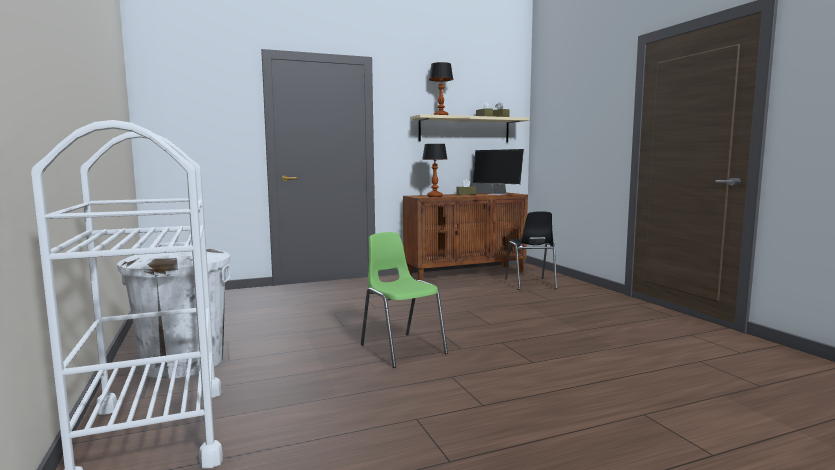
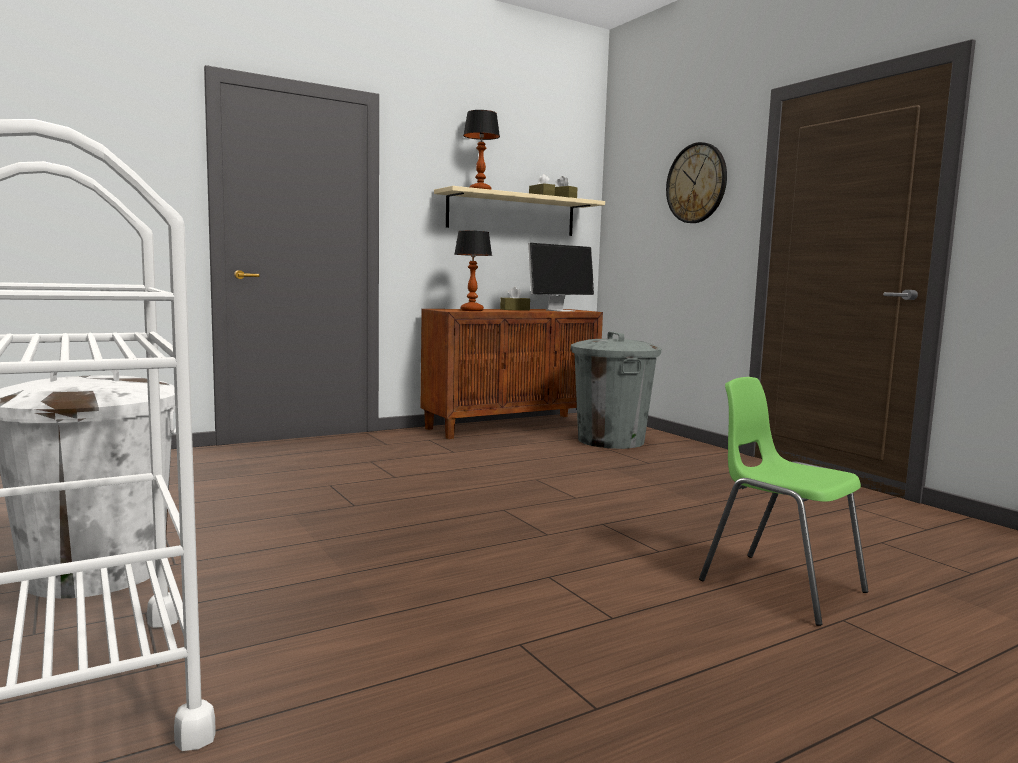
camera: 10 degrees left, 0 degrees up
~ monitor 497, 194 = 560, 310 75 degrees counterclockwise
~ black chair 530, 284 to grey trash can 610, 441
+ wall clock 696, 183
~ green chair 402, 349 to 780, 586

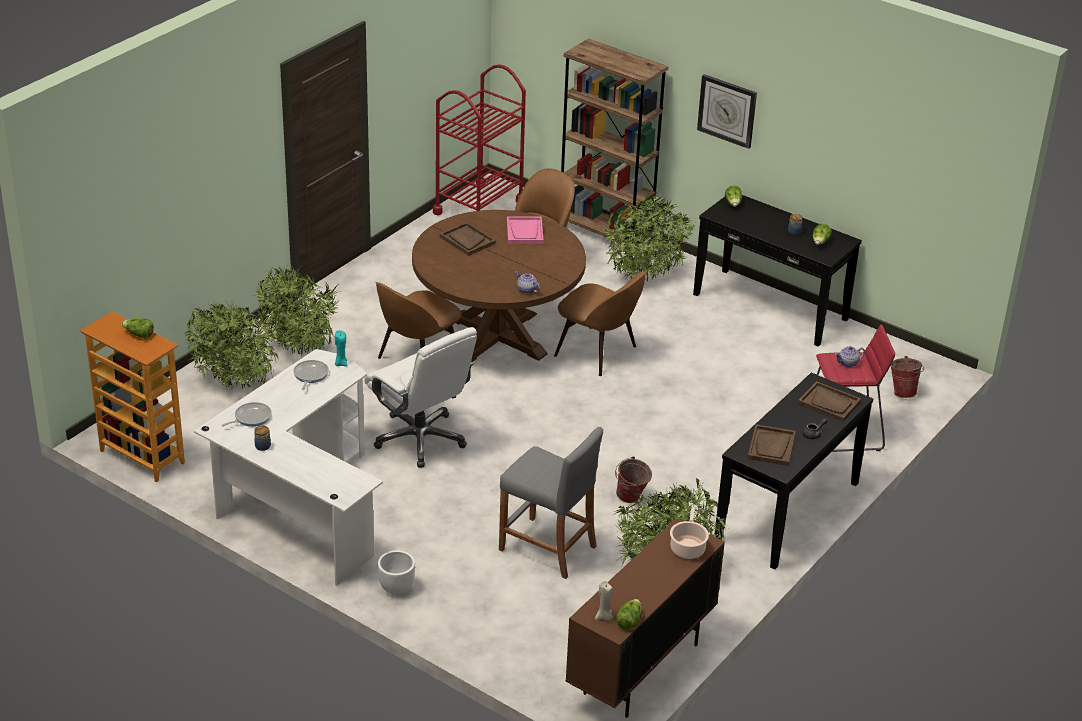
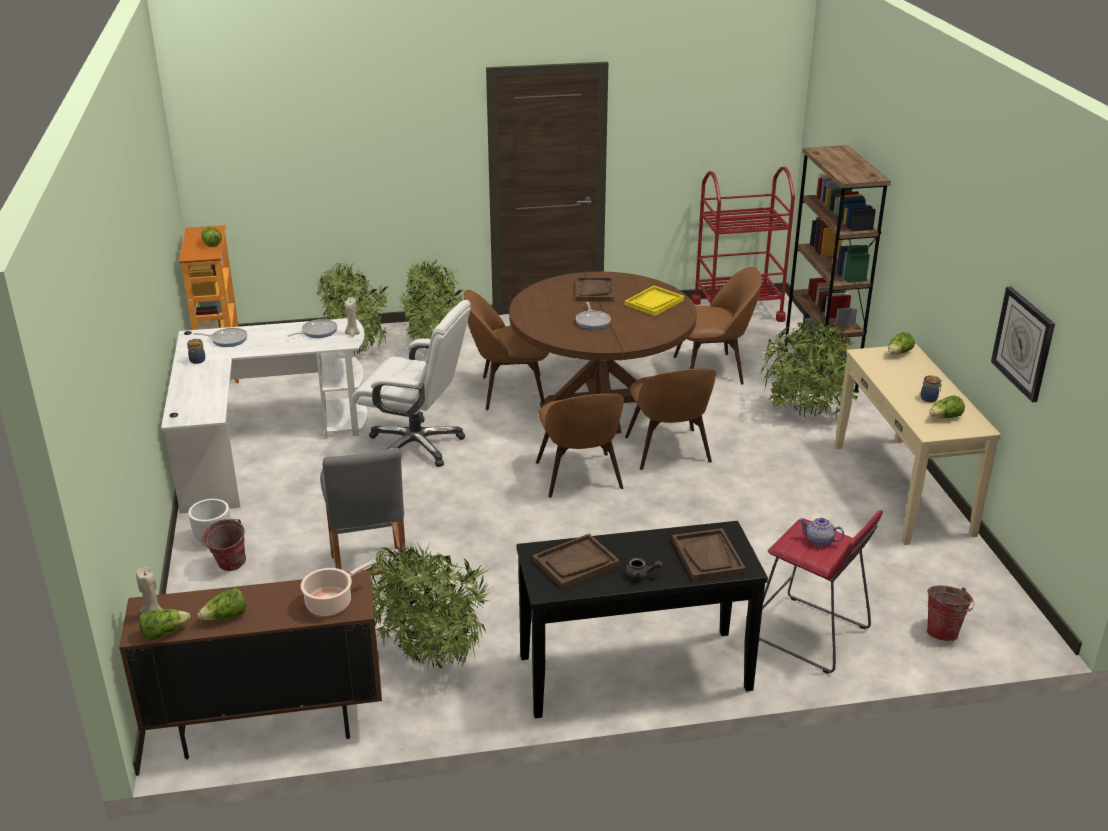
camera: 45 degrees right, 5 degrees down
+ lettuce 225, 617
~ bucket 631, 499 to 228, 567
~ turquoise candle 340, 363 to beige candle 352, 333
~ white office chair 421, 439 = 417, 445 75 degrees counterclockwise
+ brown chair 579, 477
+ frying pan 593, 321
~ pink tray 525, 232 to yellow tray 654, 302
~ black console table 770, 306 to beige console table 902, 489
~ wall clock 727, 110 to 1023, 343
- teapot 526, 290

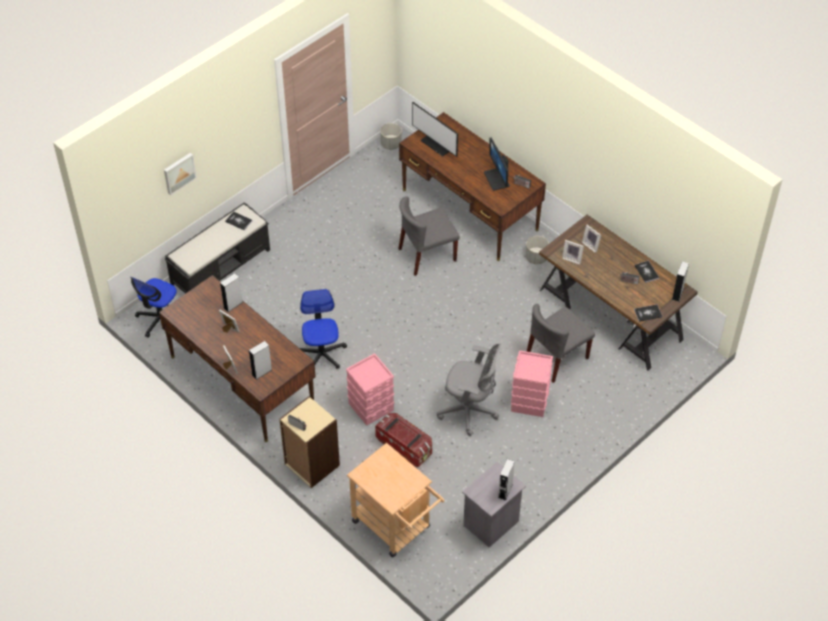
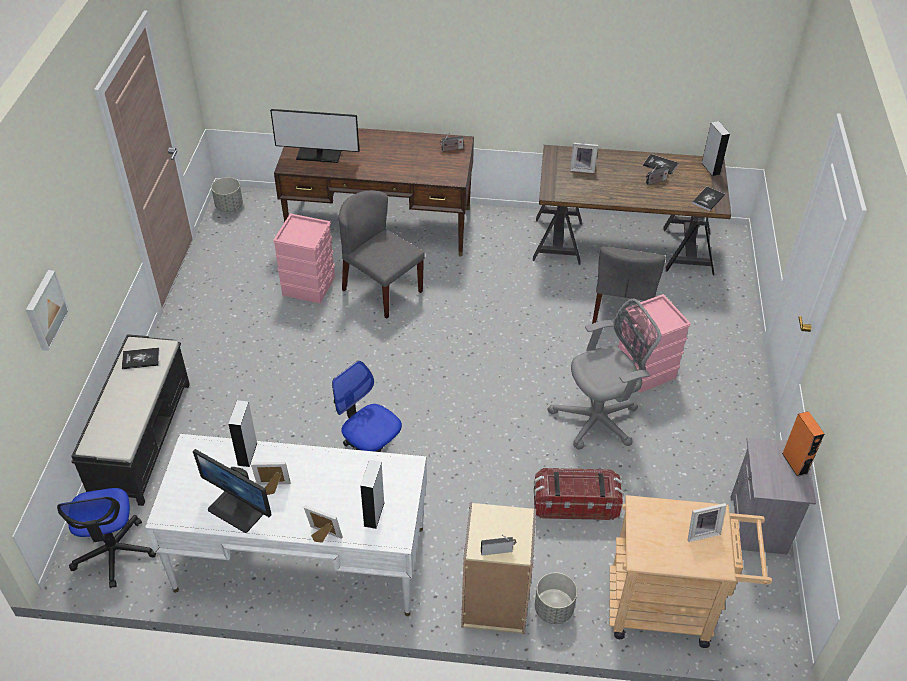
camera: 40 degrees left, 5 degrees down
~ brown desk 242, 380 to white desk 301, 559
~ monitor 497, 179 to 238, 509
~ pink storage box 370, 406 to 308, 286
~ grey chair 427, 255 = 381, 290 105 degrees clockwise
~ grey planter 536, 258 to 554, 609
~ picture frame 572, 258 to 701, 532
~ grey speaker 505, 491 to orange speaker 794, 463

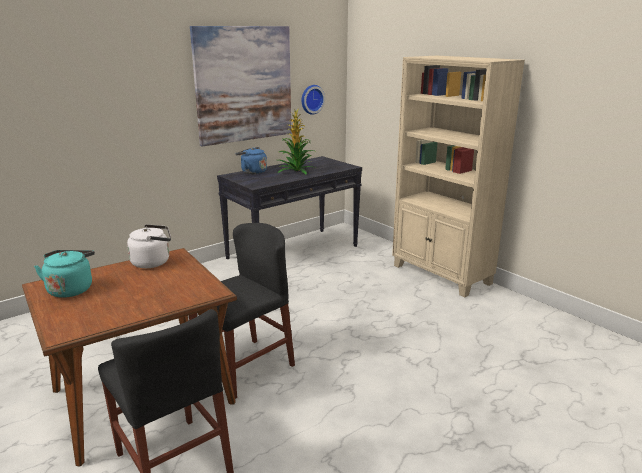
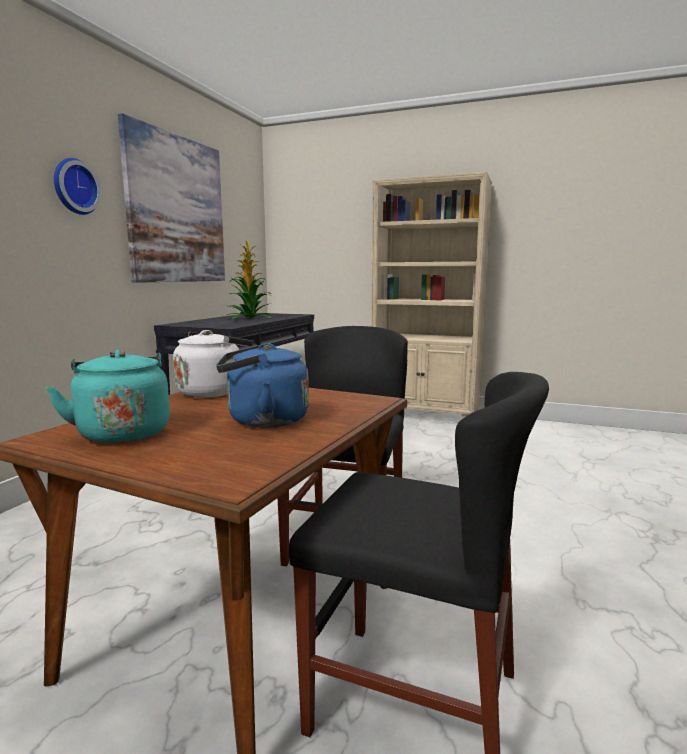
camera: 30 degrees left, 10 degrees down
~ wall clock 311, 99 to 74, 187
~ blue kettle 252, 172 to 263, 421

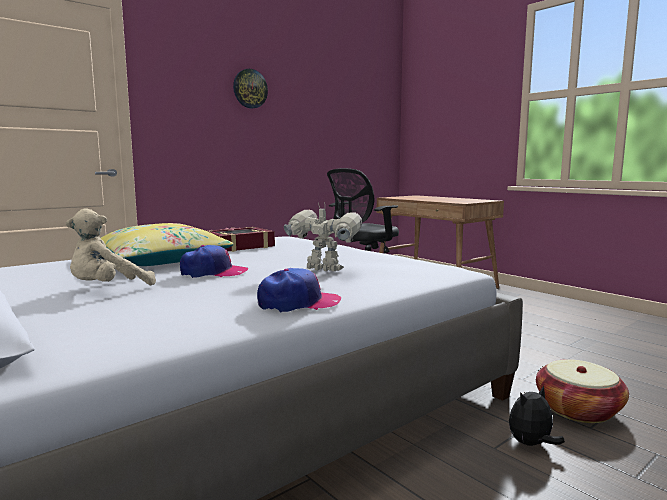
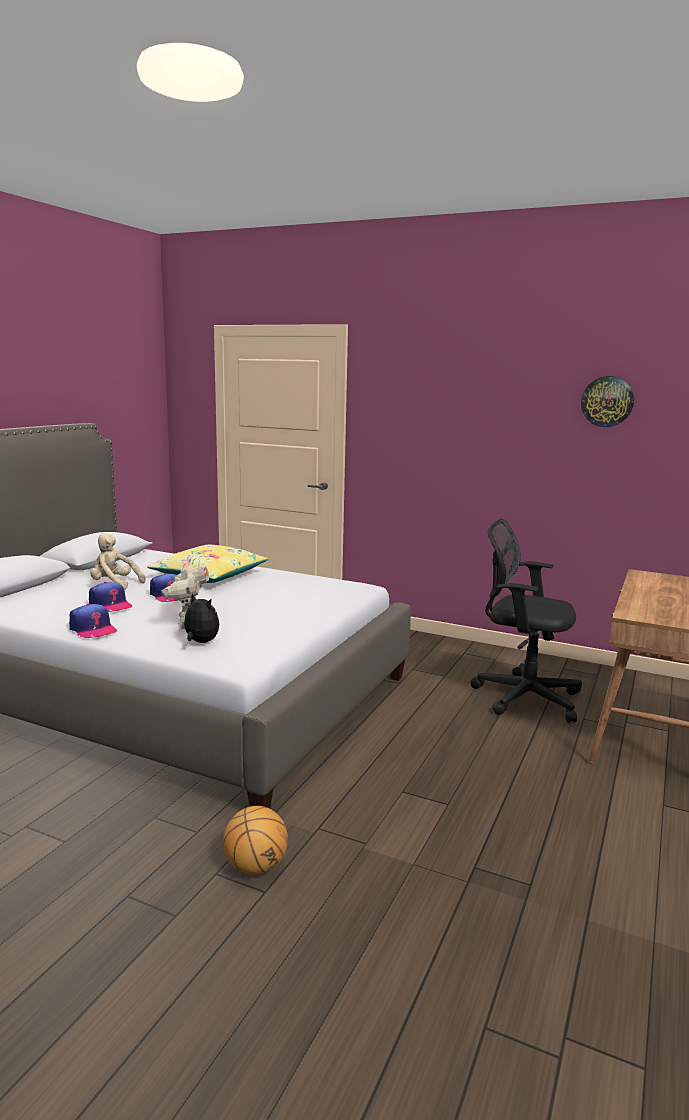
camera: 65 degrees right, 5 degrees up
+ cap 110, 605
~ plush toy 531, 444 to 200, 642
~ basket 578, 410 to basketball 255, 867
~ wall clock 250, 88 to 607, 401
- book 239, 246

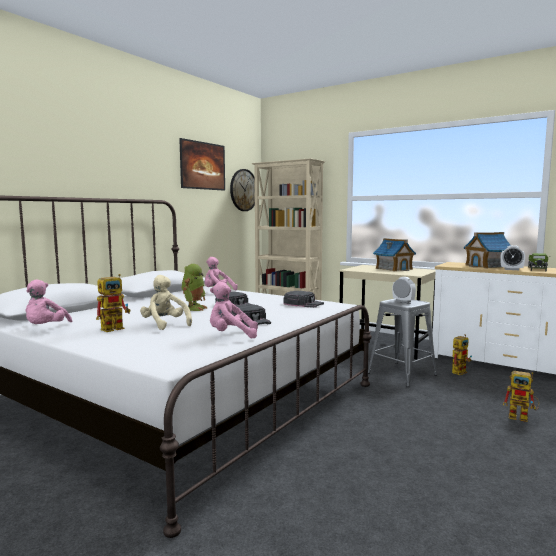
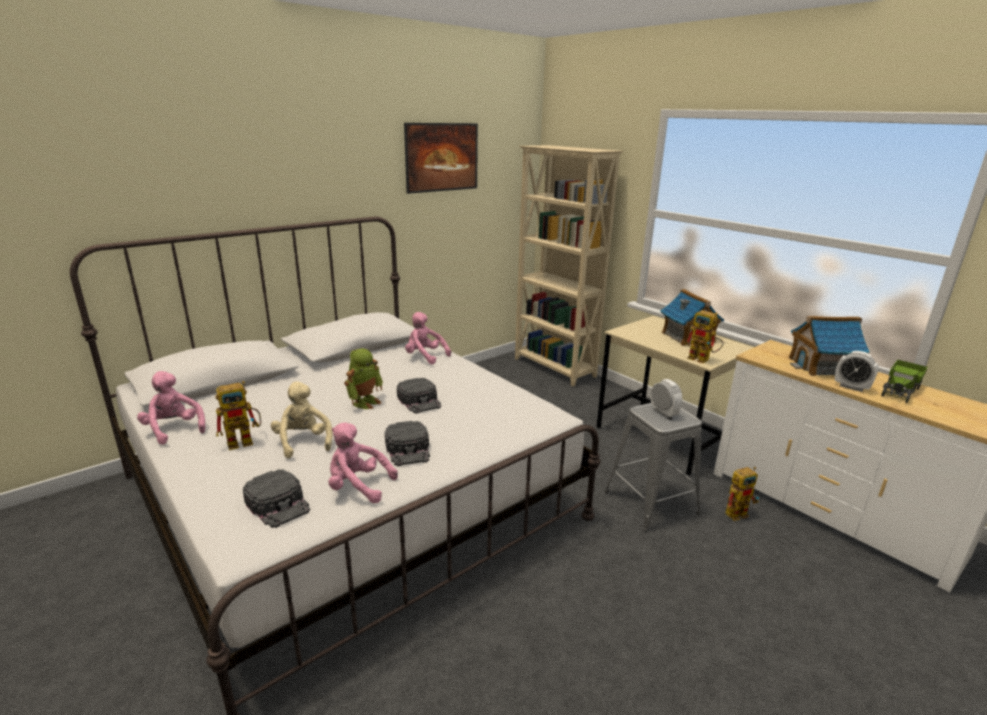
camera: 15 degrees right, 15 degrees up
~ pink plush toy 46, 328 = 174, 429 120 degrees clockwise
~ black cap 303, 304 to 278, 504
~ toy robot 522, 417 to 703, 359
- wall clock 243, 190

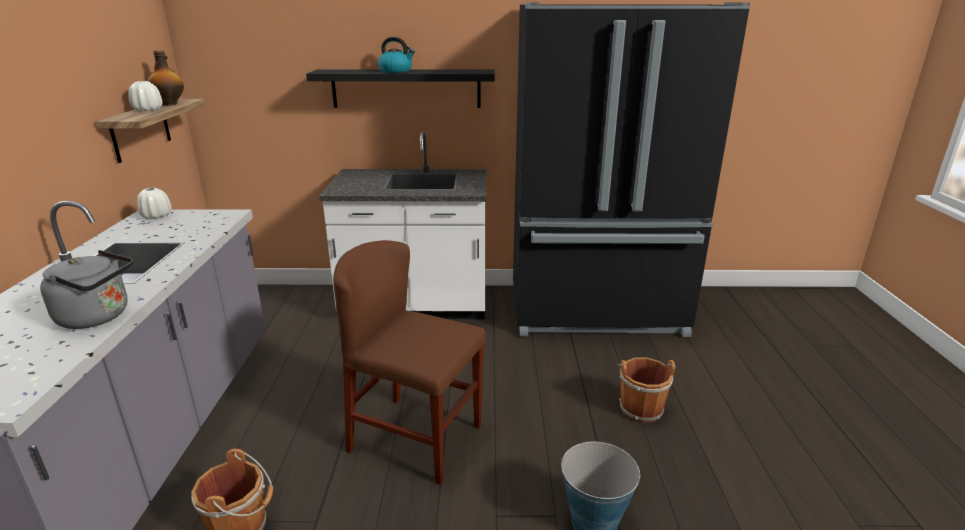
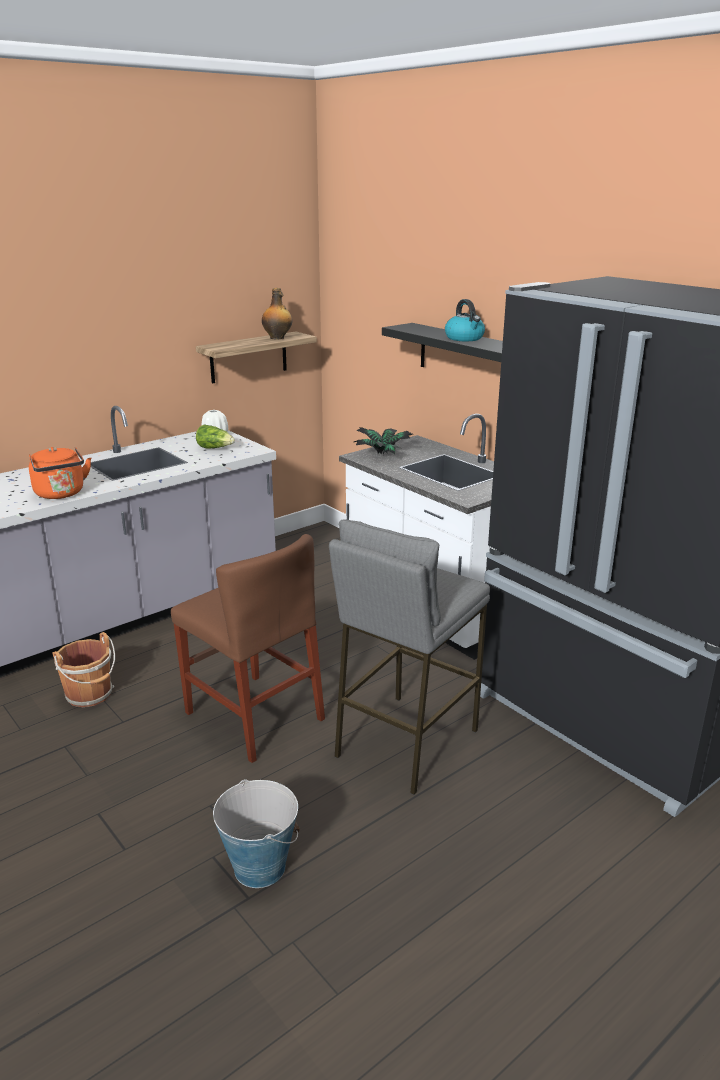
camera: 50 degrees right, 0 degrees up
~ grey kettle 98, 317 to orange kettle 61, 494
~ brown chair 416, 438 = 254, 716 150 degrees clockwise
+ lettuce 215, 448
+ grey stool 405, 742
+ potted plant 384, 454
- white vase 148, 110
- brown bucket 640, 407

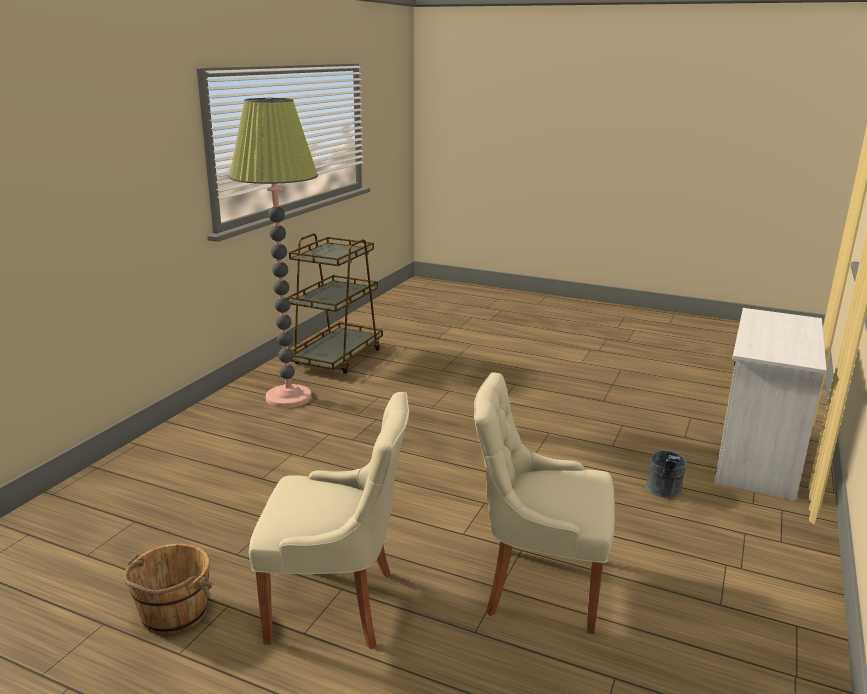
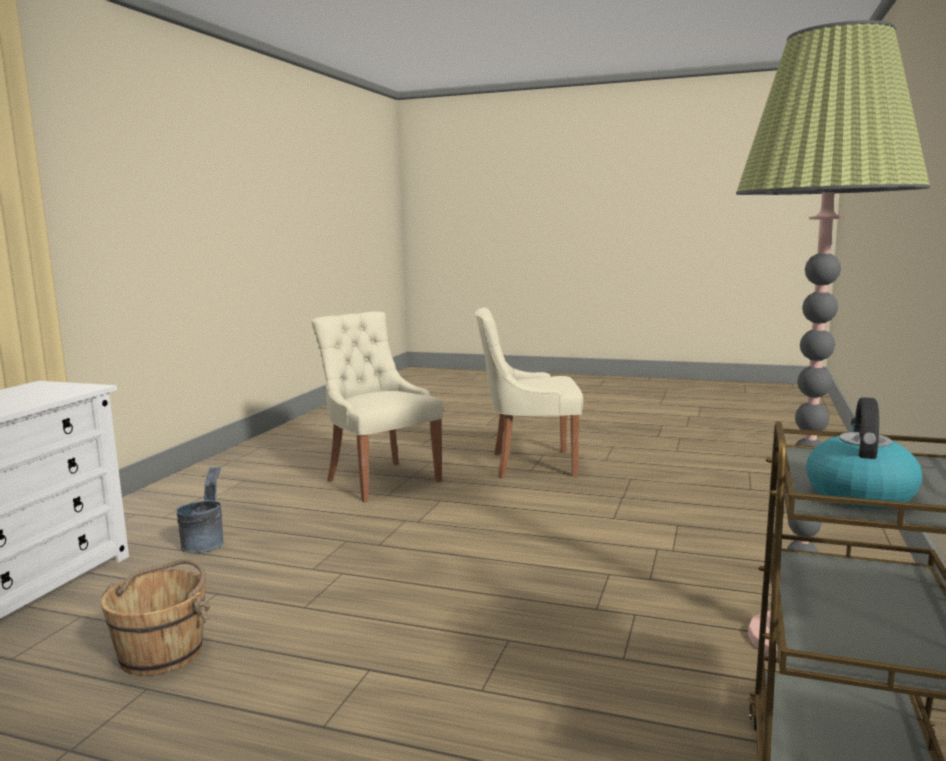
camera: 175 degrees right, 10 degrees down
~ brown bucket 173, 614 to 163, 653
~ beige chair 537, 585 = 380, 479 135 degrees counterclockwise
+ kettle 859, 493

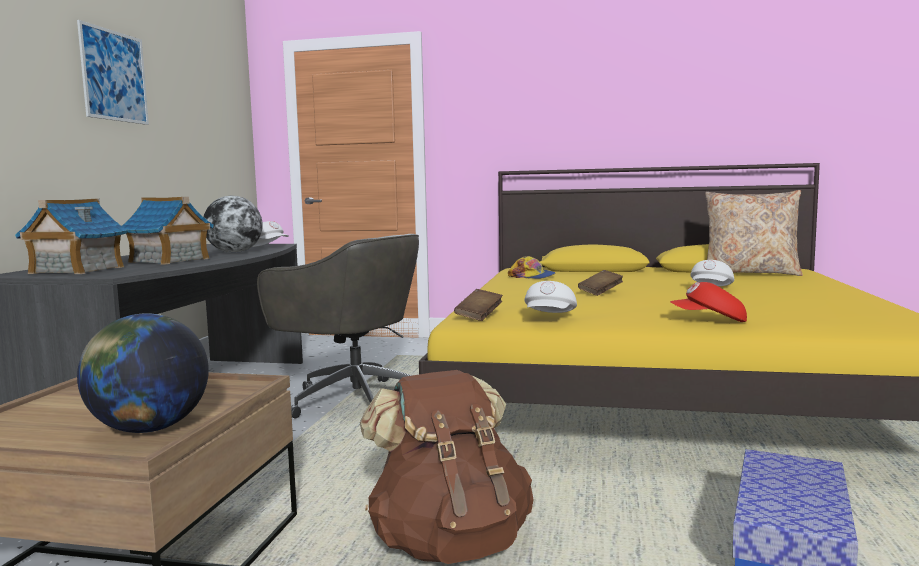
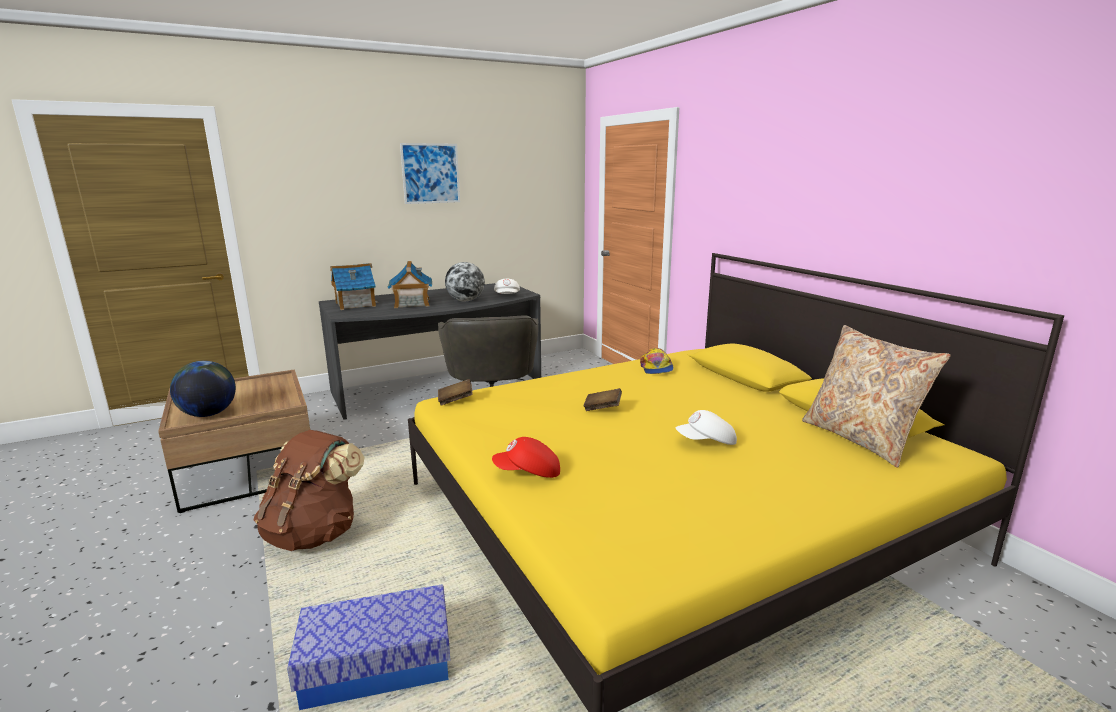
camera: 50 degrees right, 10 degrees up
~ red cap 709, 321 = 528, 473 60 degrees counterclockwise
- white cap 550, 318

